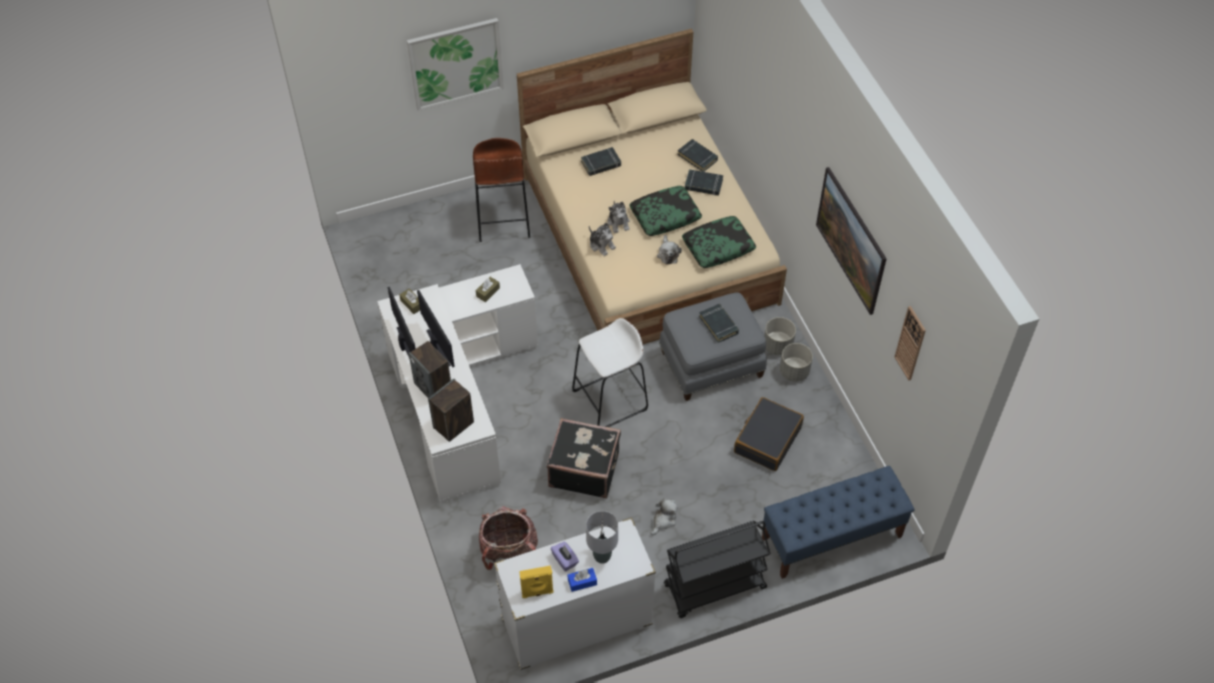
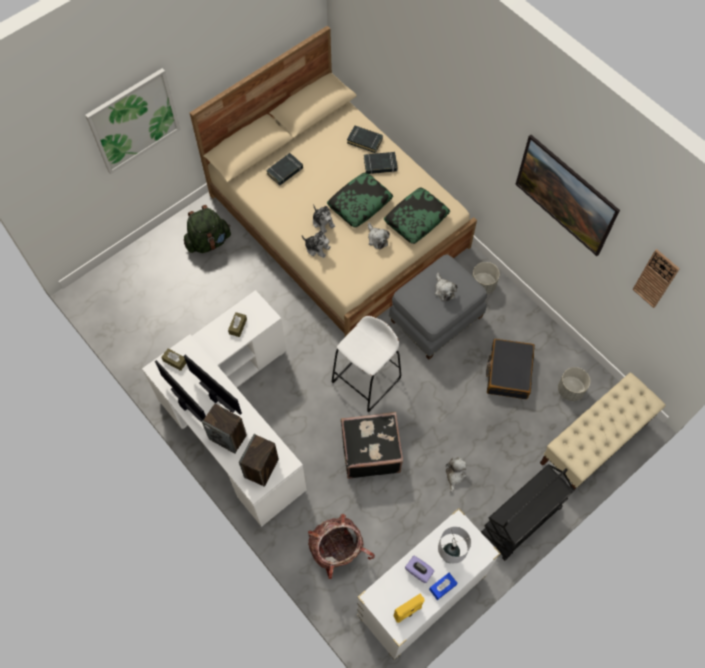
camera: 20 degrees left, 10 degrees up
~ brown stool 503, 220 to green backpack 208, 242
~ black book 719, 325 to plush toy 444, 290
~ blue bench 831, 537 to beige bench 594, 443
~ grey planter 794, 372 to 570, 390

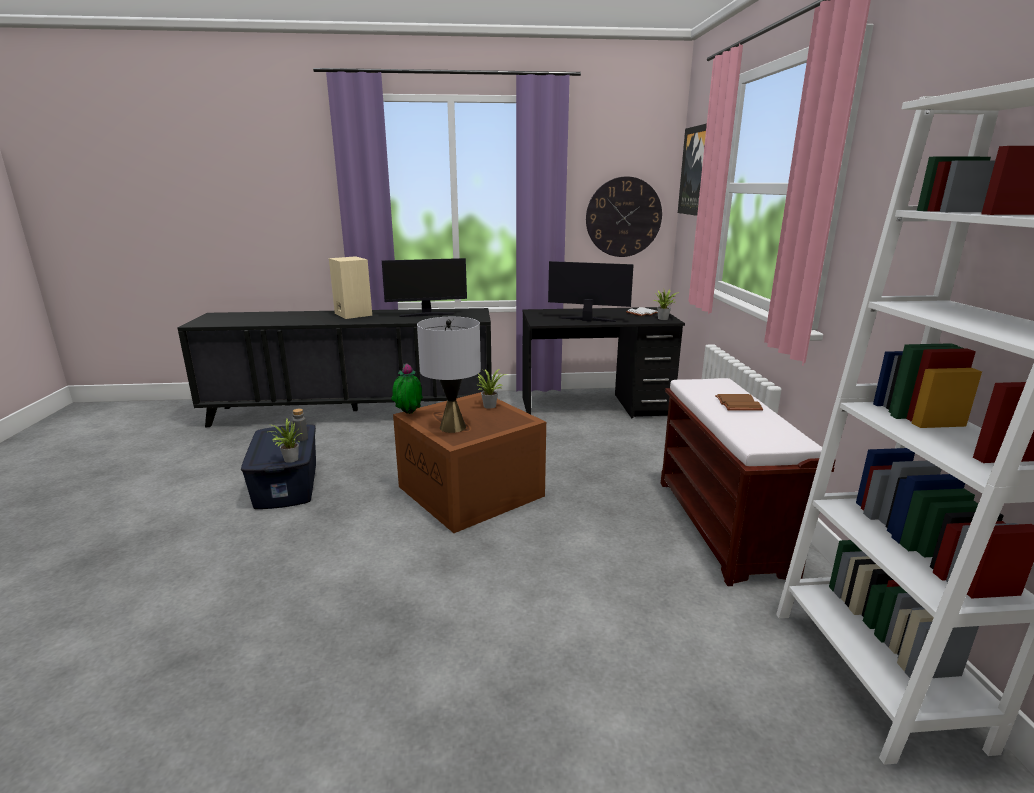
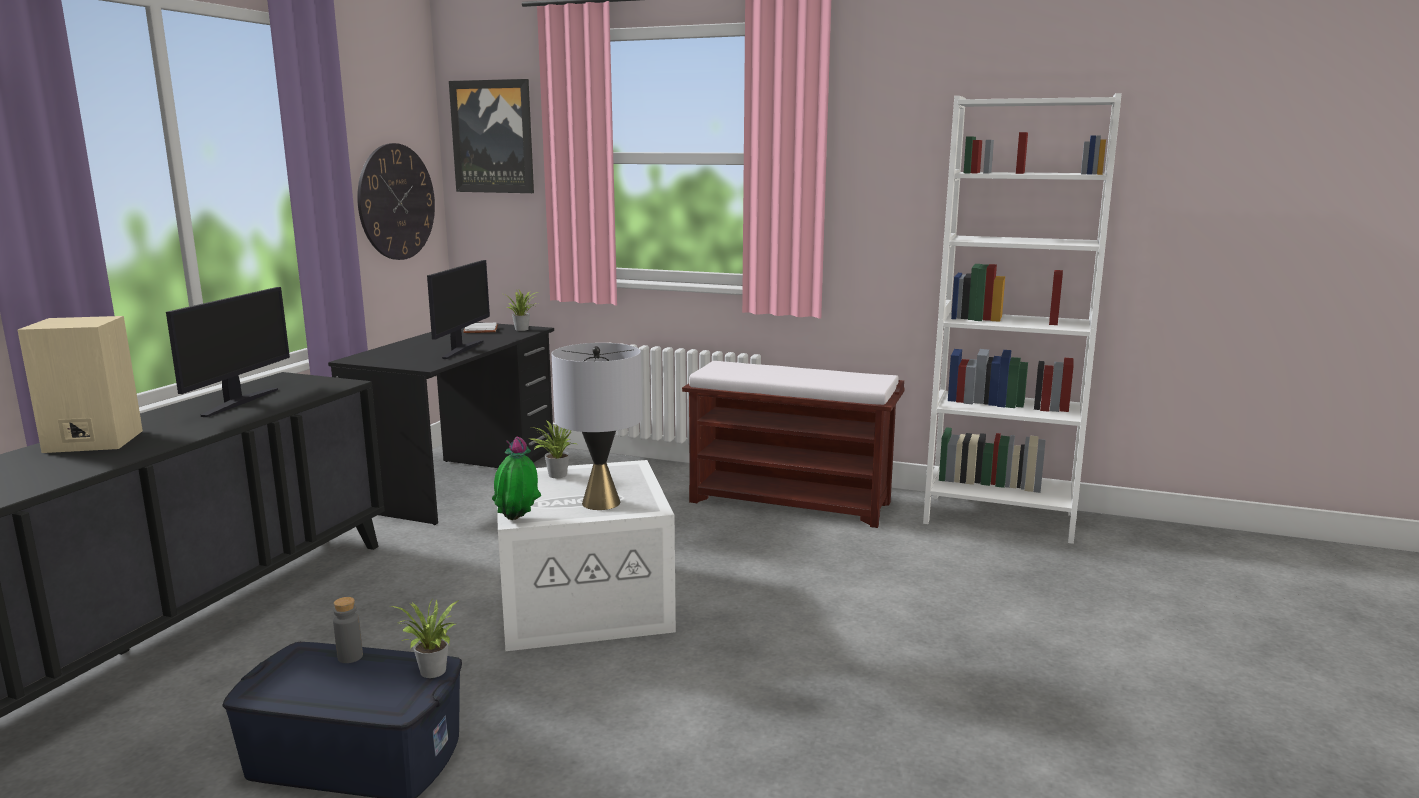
camera: 65 degrees left, 5 degrees down
~ monitor 587, 320 = 461, 349 150 degrees clockwise
~ brown storage box 473, 491 to white storage box 586, 601
- brown book 739, 404

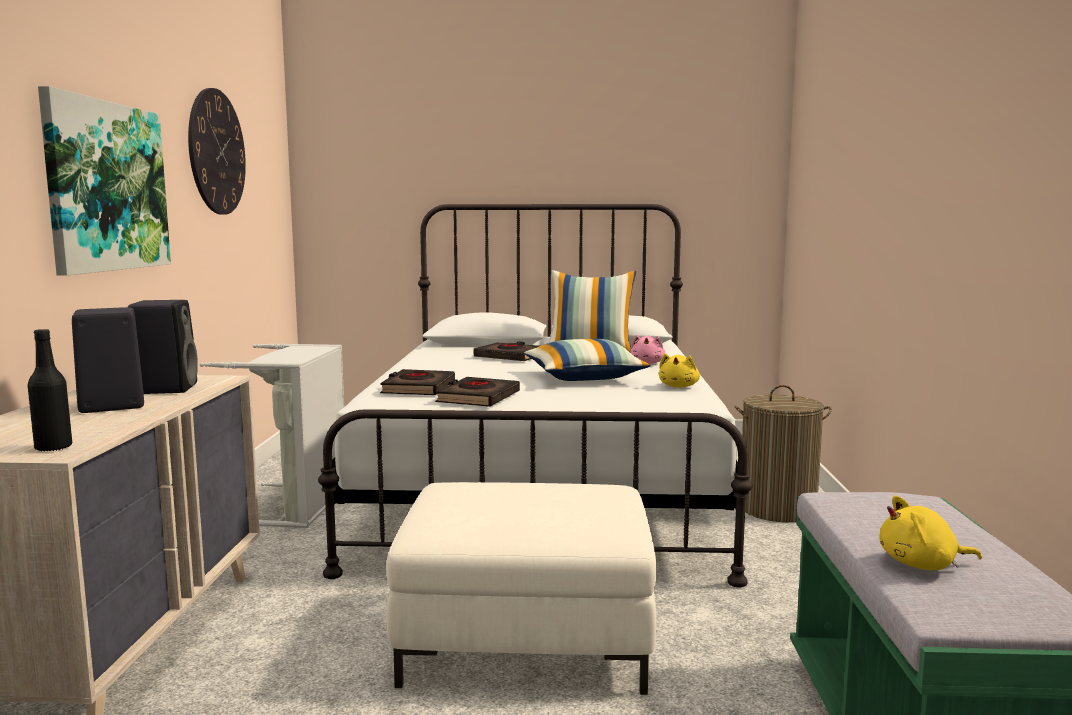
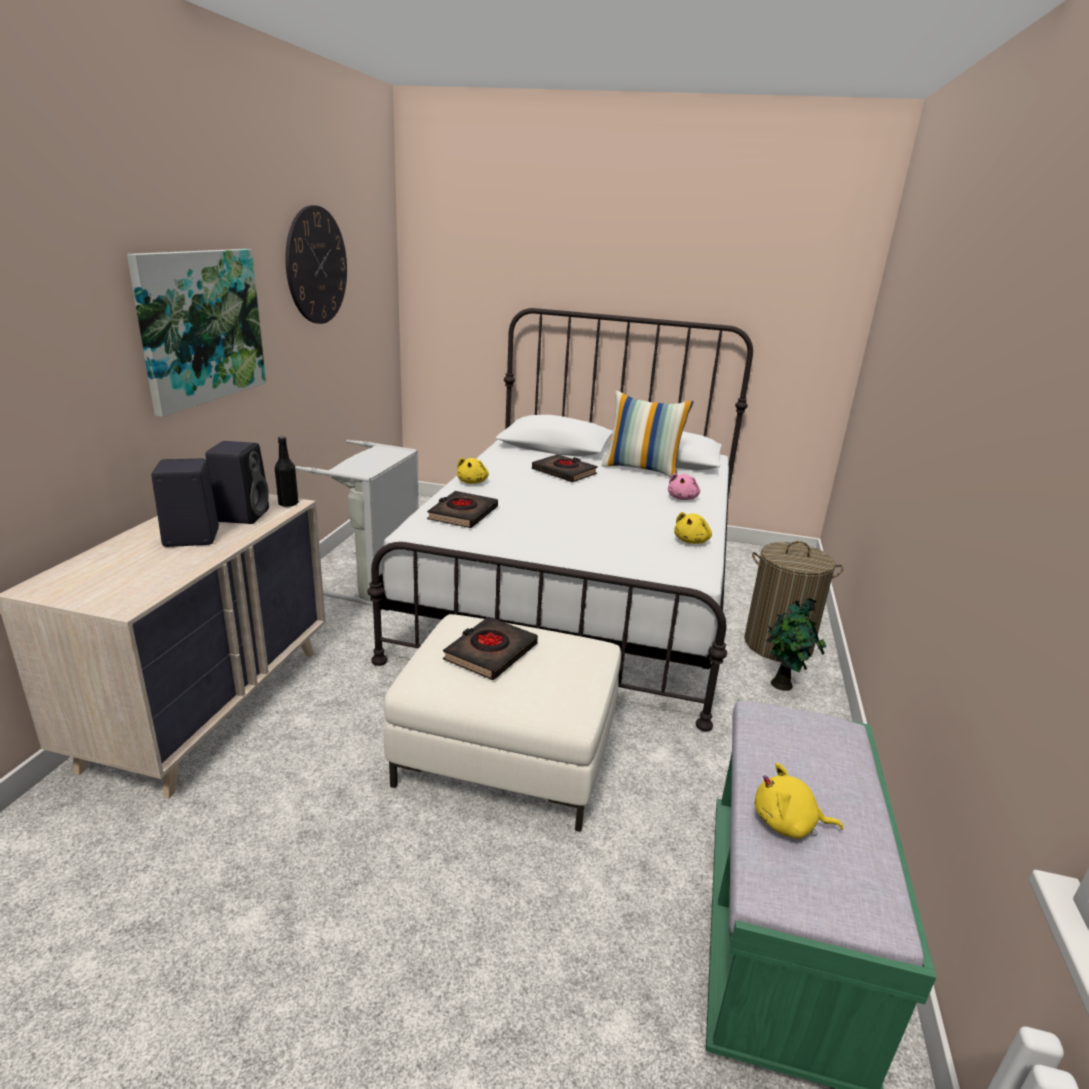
camera: 10 degrees right, 15 degrees up
~ black bottle 53, 448 to 288, 504
~ black book 478, 398 to 490, 653
+ yellow plush toy 472, 482
+ potted plant 783, 685
- pillow 584, 377

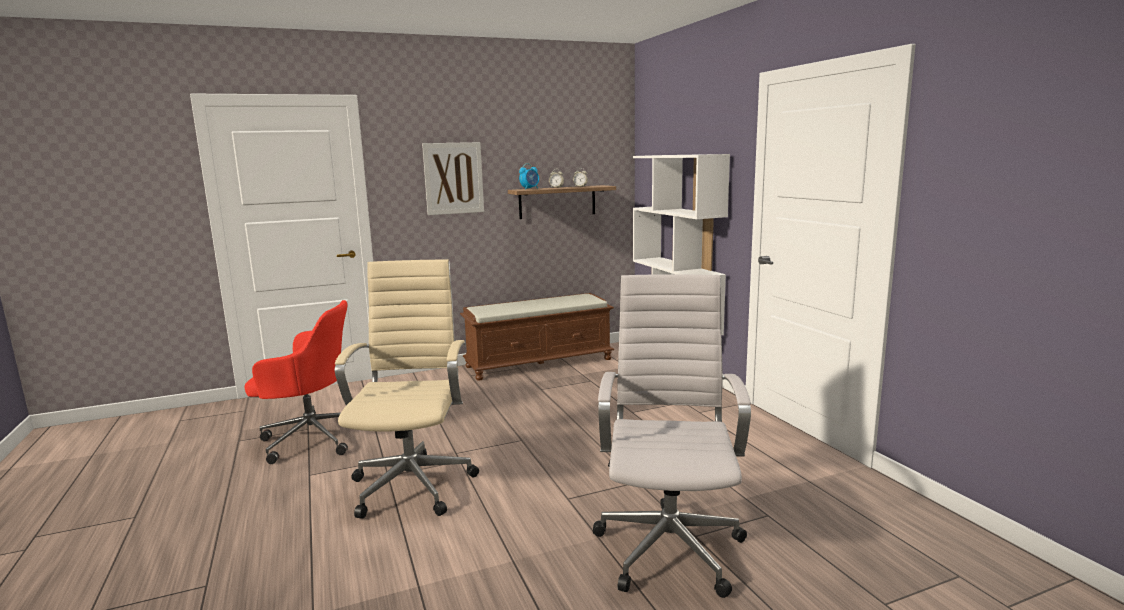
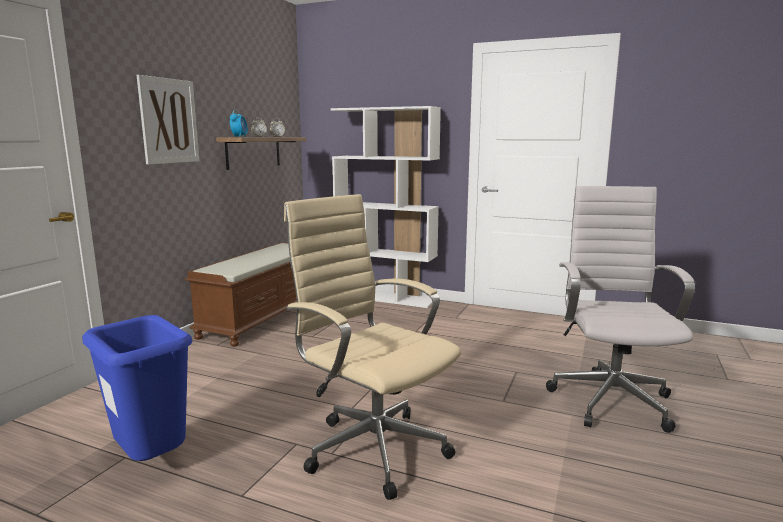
camera: 45 degrees left, 0 degrees up
~ red office chair 311, 438 to blue trash can 152, 463
~ white office chair 669, 545 = 610, 399 45 degrees clockwise

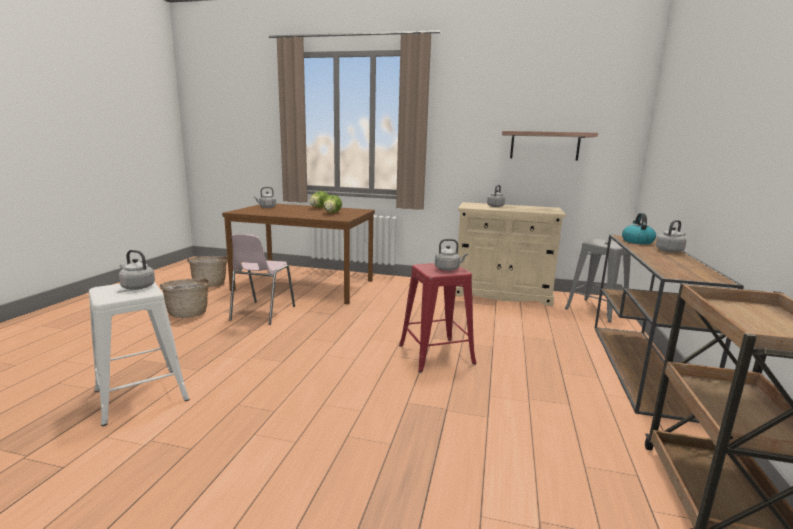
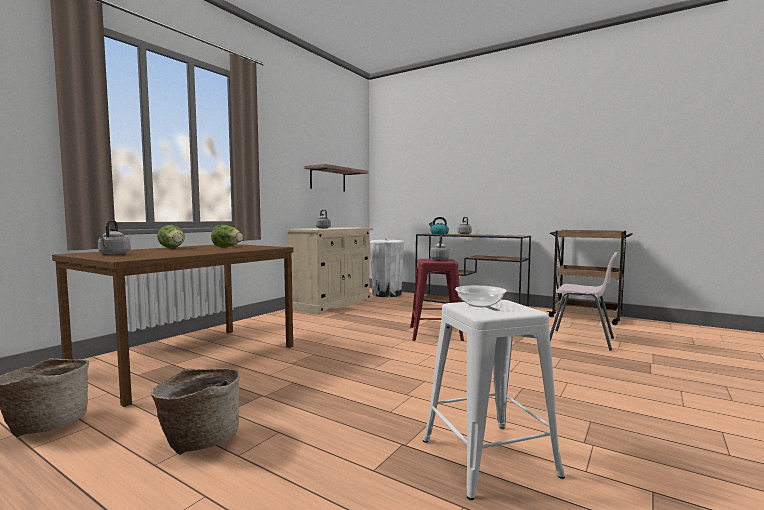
camera: 70 degrees left, 10 degrees down
~ grey stool 596, 310 to white trash can 387, 294
~ grey kettle 137, 287 to bowl 480, 305
~ pink chair 262, 313 to 582, 340

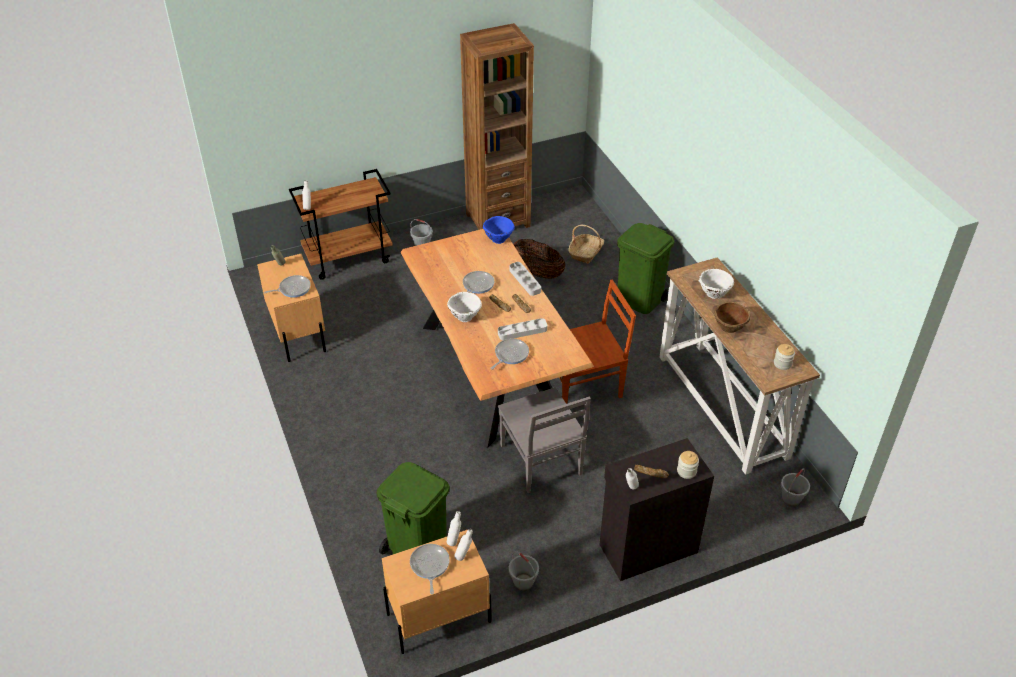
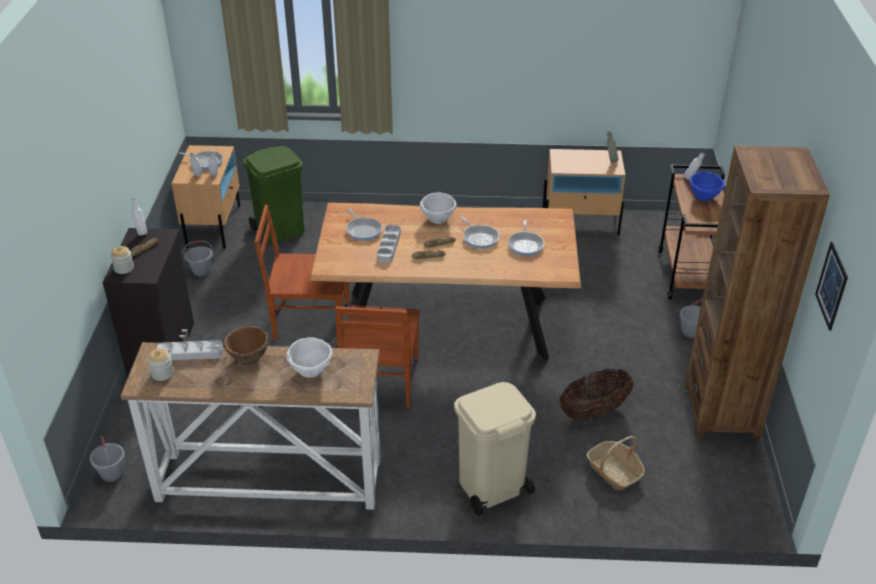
camera: 115 degrees right, 5 degrees down
~ grey tray 525, 280 to 190, 353
~ grey chair 541, 461 to brown chair 309, 319
~ green trash can 640, 299 to beige trash can 491, 487
~ frying pan 293, 289 to 526, 244
~ blue bowl 498, 238 to 704, 197
+ picture 831, 286

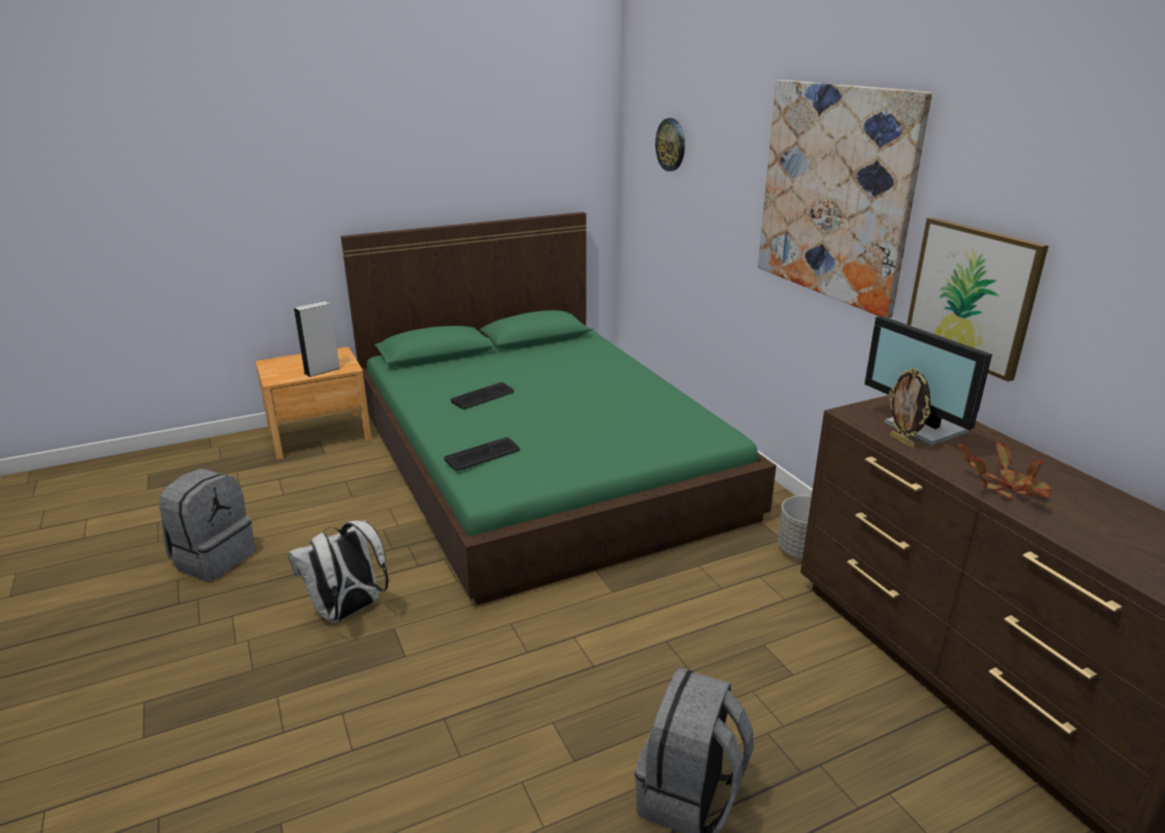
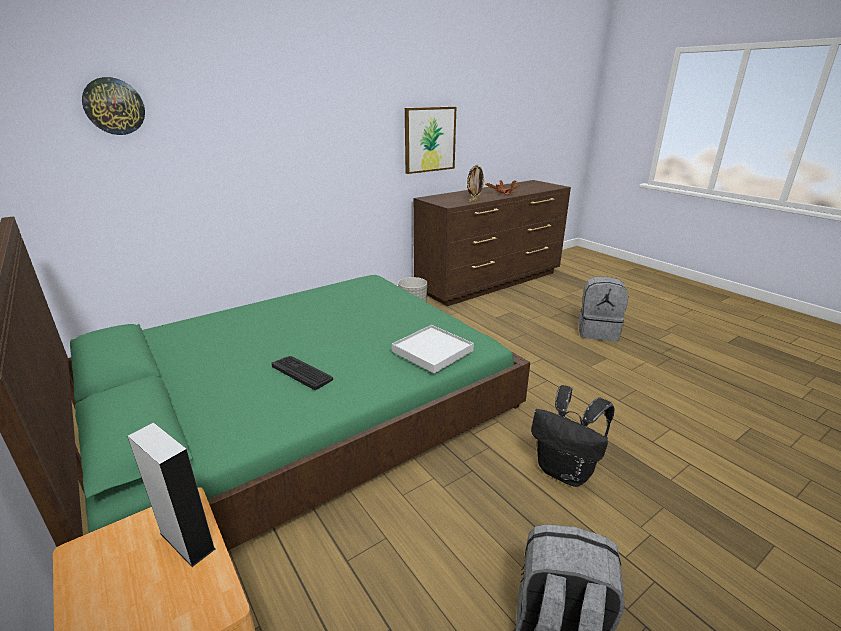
camera: 100 degrees left, 0 degrees up
~ keyboard 483, 455 to white tray 432, 351
~ white backpack 348, 611 to black backpack 566, 471
- picture 835, 193
- monitor 924, 428

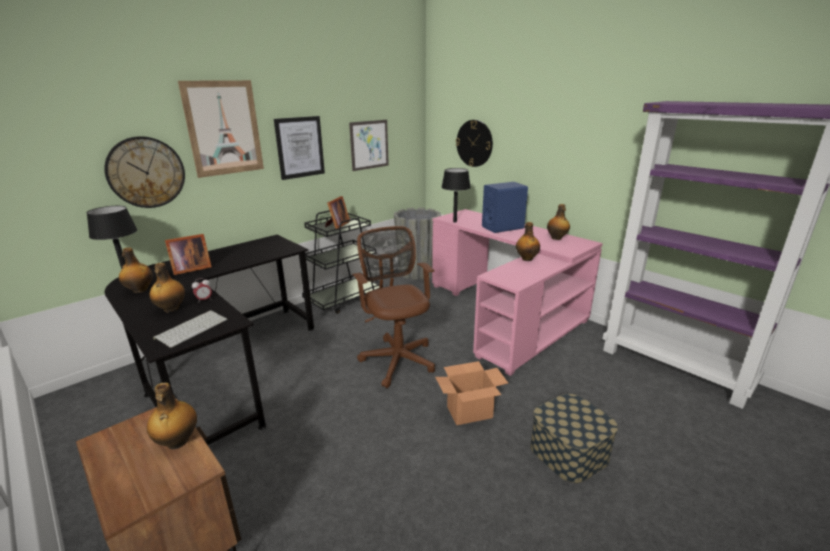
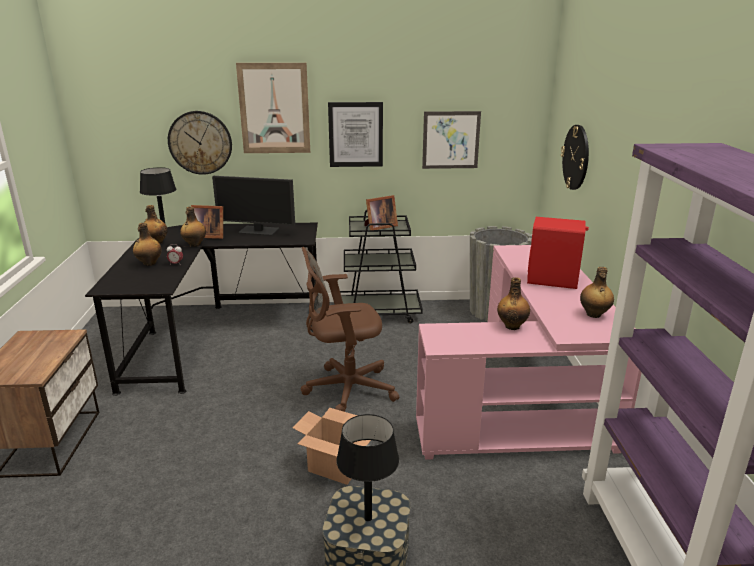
camera: 40 degrees right, 0 degrees up
~ bottle 177, 442 to 194, 244
+ monitor 259, 231
~ brown office chair 397, 358 = 345, 389 120 degrees counterclockwise
~ black table lamp 455, 221 to 368, 518
~ blue speaker 502, 227 to red speaker 553, 280
- keyboard 192, 328

